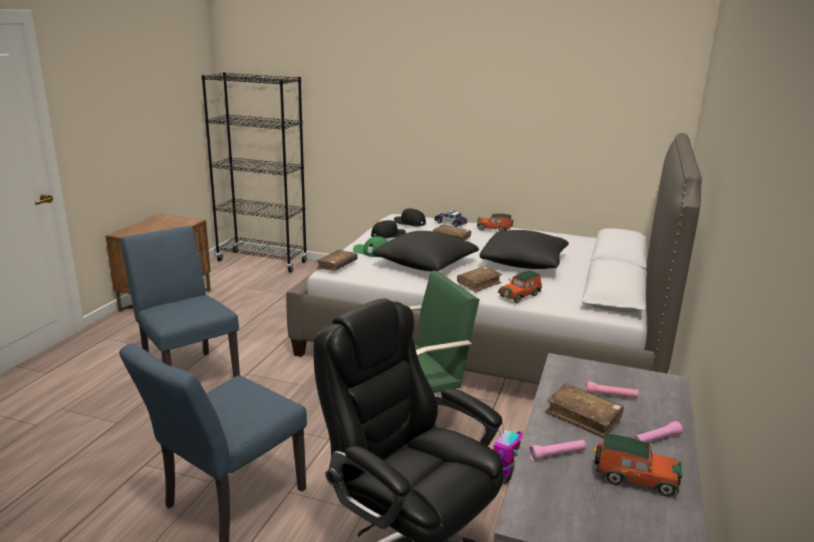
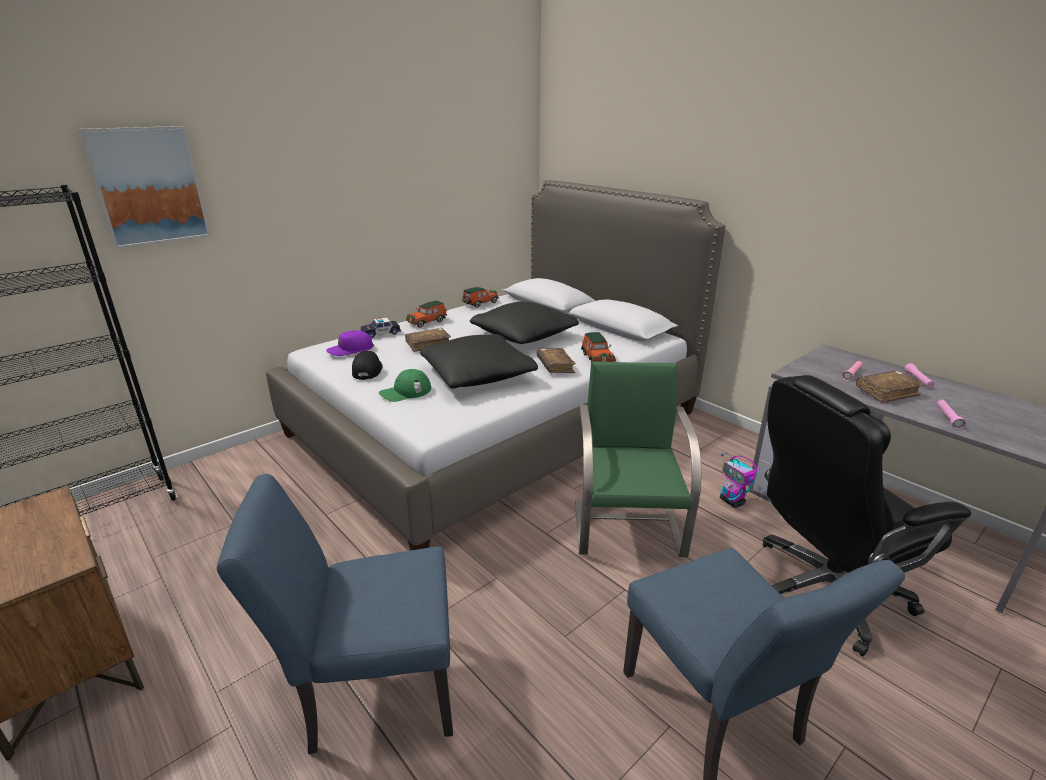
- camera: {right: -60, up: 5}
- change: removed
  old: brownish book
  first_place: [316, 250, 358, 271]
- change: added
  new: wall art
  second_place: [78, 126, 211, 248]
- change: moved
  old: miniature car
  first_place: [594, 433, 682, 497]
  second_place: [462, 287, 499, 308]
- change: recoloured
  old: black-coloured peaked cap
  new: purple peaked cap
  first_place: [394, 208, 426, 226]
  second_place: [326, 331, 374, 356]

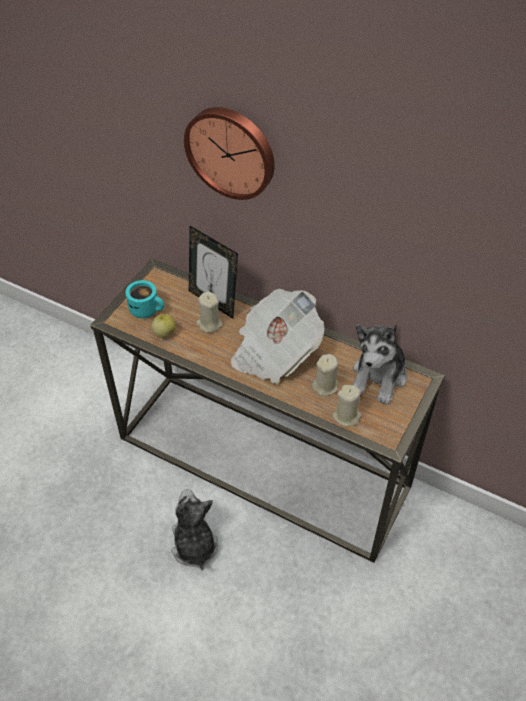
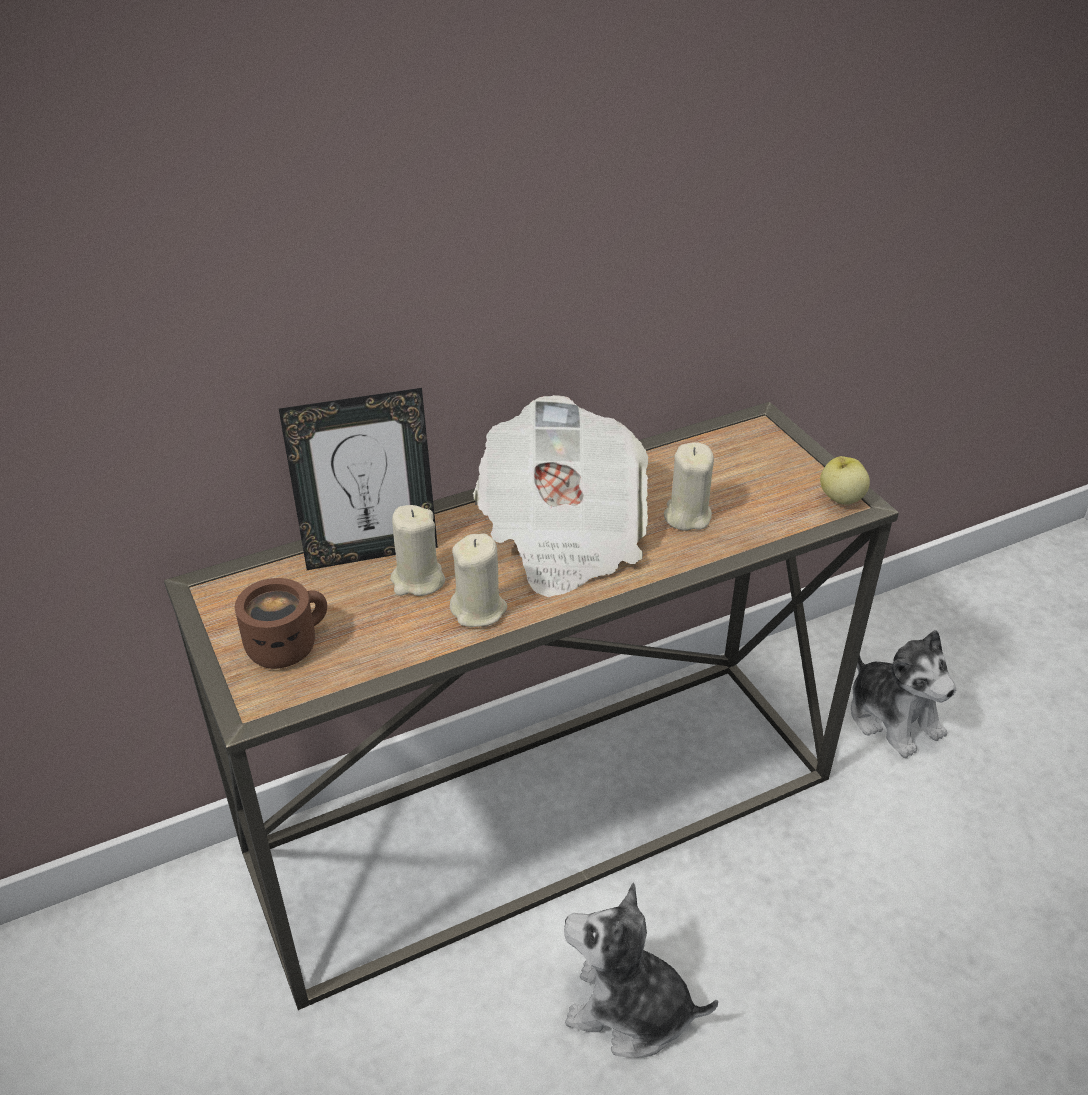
- camera: {right: -55, up: -10}
- change: removed
  old: wall clock
  first_place: [184, 107, 275, 200]
- change: moved
  old: apple
  first_place: [151, 314, 176, 338]
  second_place: [820, 456, 870, 505]
- change: moved
  old: beige wax candle
  first_place: [333, 385, 362, 426]
  second_place: [450, 533, 507, 627]
- change: moved
  old: cuddly toy
  first_place: [353, 323, 407, 405]
  second_place: [851, 630, 956, 758]
- change: recoloured
  old: blue-green mug
  new: brownish mug
  first_place: [126, 280, 164, 318]
  second_place: [235, 578, 327, 669]

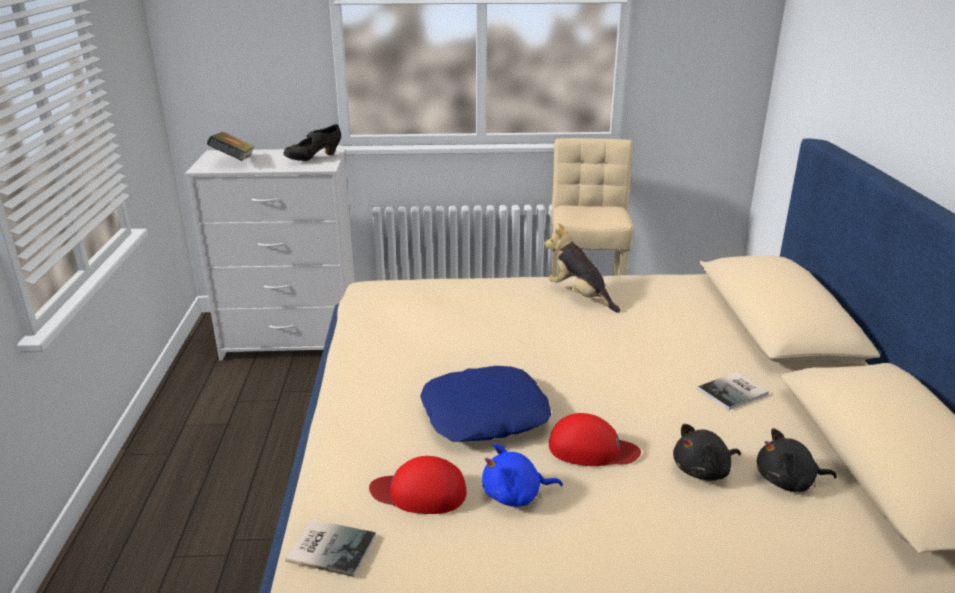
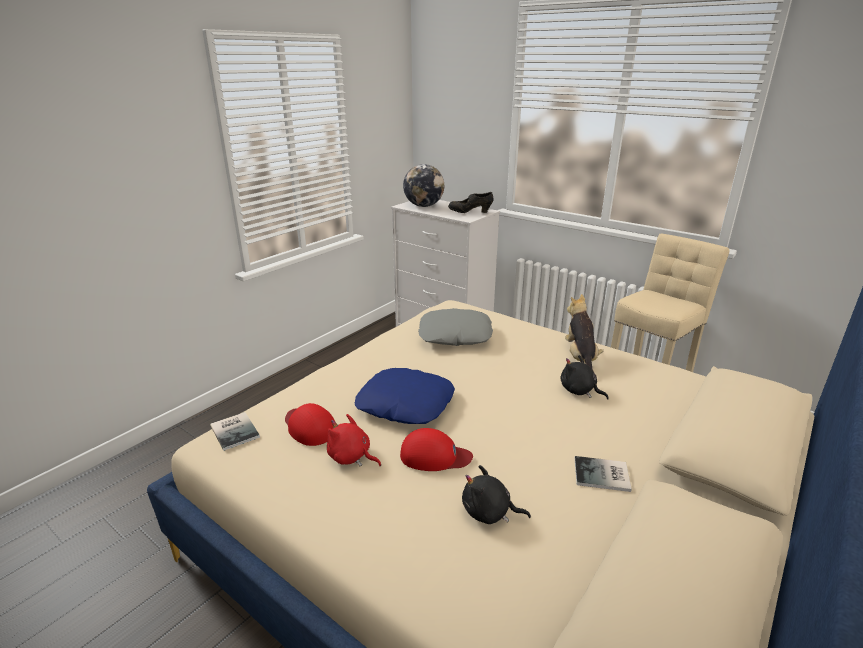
- camera: {right: 40, up: 0}
- change: added
  new: greyish cushion
  second_place: [418, 308, 493, 346]
- change: moved
  old: black-coloured cuddly toy
  first_place: [757, 428, 837, 492]
  second_place: [561, 355, 609, 399]
- change: replaced
  old: book
  new: desk globe
  first_place: [207, 132, 255, 161]
  second_place: [403, 164, 444, 207]
- change: recoloured
  old: bluish cuddly toy
  new: reddish cuddly toy
  first_place: [482, 443, 563, 507]
  second_place: [327, 414, 381, 467]
- change: turned
  old: reddish peaked cap
  first_place: [549, 413, 641, 466]
  second_place: [400, 428, 473, 471]
  degrees: -45

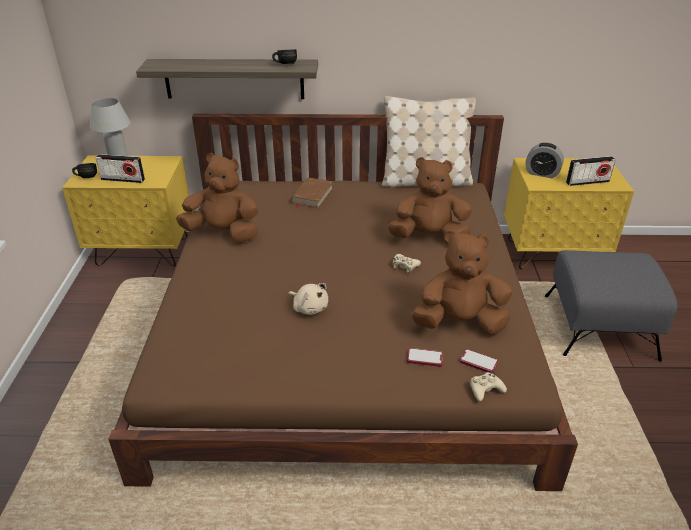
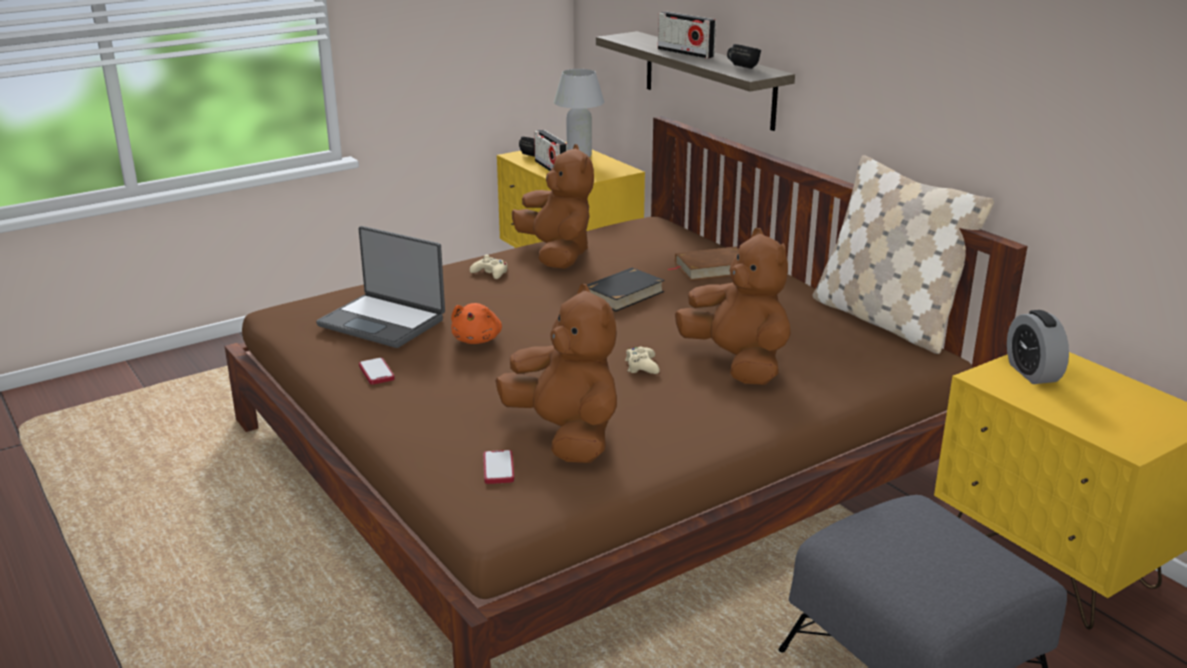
- camera: {right: 55, up: -10}
- change: added
  new: portable computer
  second_place: [316, 226, 445, 348]
- change: added
  new: black-coloured book
  second_place: [587, 268, 665, 312]
- change: moved
  old: telephone
  first_place: [407, 348, 443, 367]
  second_place: [359, 358, 395, 385]
- change: moved
  old: beige joypad
  first_place: [470, 372, 507, 401]
  second_place: [470, 255, 507, 279]
- change: moved
  old: radio
  first_place: [566, 156, 616, 186]
  second_place: [658, 11, 716, 59]
- change: recoloured
  old: beige cuddly toy
  new: orangey cuddly toy
  first_place: [288, 283, 328, 315]
  second_place: [451, 303, 502, 344]

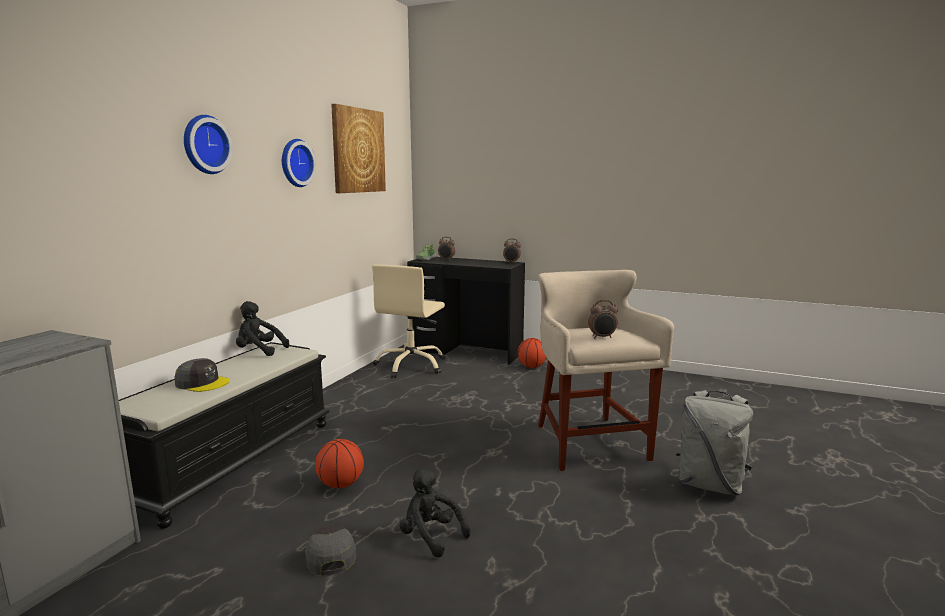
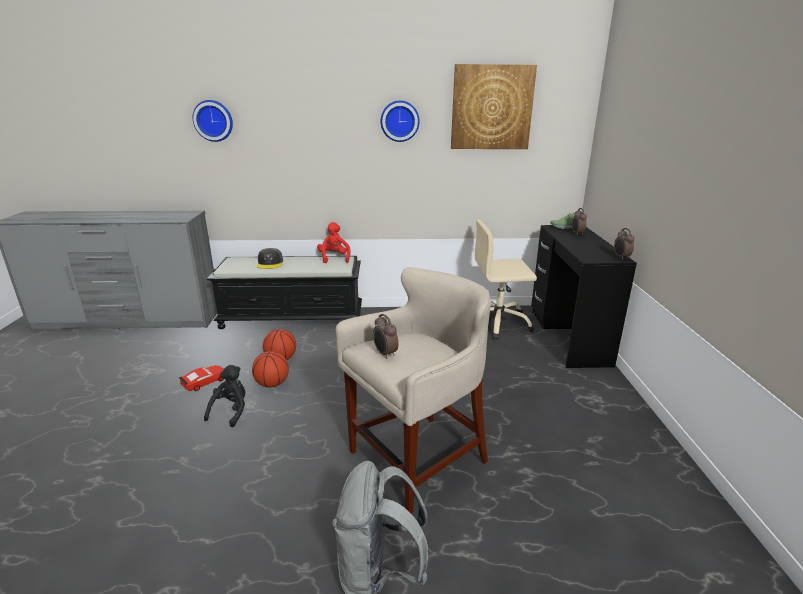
- camera: {right: 65, up: 10}
- change: moved
  old: wall clock
  first_place: [184, 115, 233, 174]
  second_place: [193, 100, 233, 142]
- change: moved
  old: basketball
  first_place: [518, 338, 547, 368]
  second_place: [252, 351, 289, 388]
- change: replaced
  old: greyish peaked cap
  new: reddish miniature car
  first_place: [306, 525, 356, 576]
  second_place: [179, 365, 224, 391]
- change: recoloured
  old: black-coloured cuddly toy
  new: reddish cuddly toy
  first_place: [236, 301, 289, 356]
  second_place: [317, 222, 351, 263]

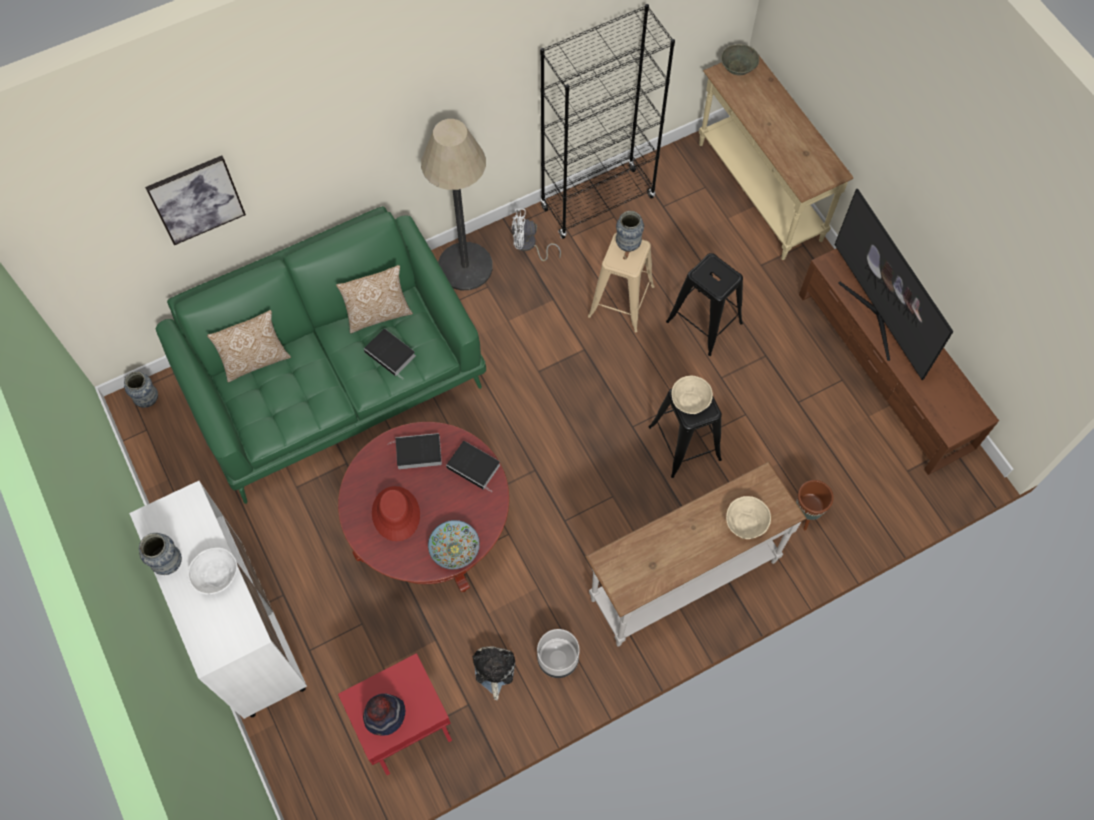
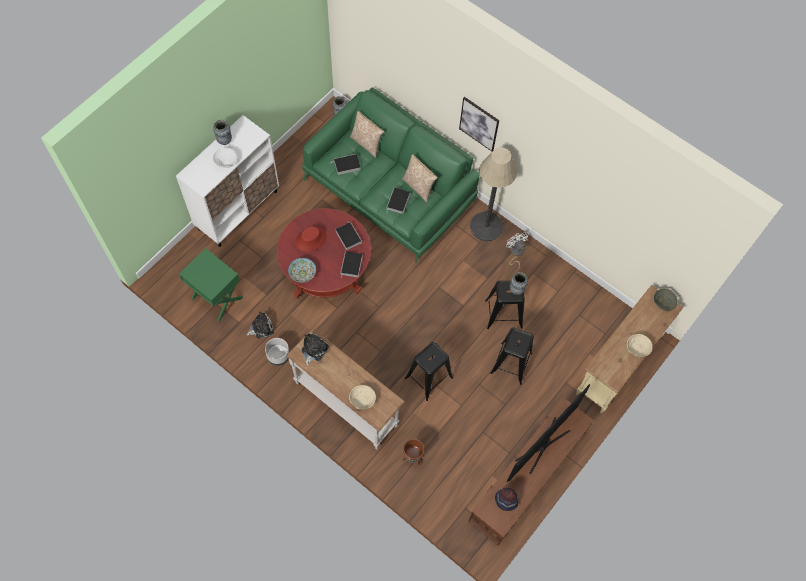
- camera: {right: 65, up: 0}
- change: removed
  old: black-coloured bookshelf
  first_place: [540, 4, 675, 239]
- change: added
  new: cuddly toy
  second_place: [302, 333, 329, 366]
- change: added
  new: book
  second_place: [330, 154, 361, 175]
- change: moved
  old: wall art
  first_place: [145, 156, 246, 245]
  second_place: [459, 97, 499, 151]
- change: moved
  old: clothing hat
  first_place: [363, 694, 405, 736]
  second_place: [495, 488, 518, 511]
- change: moved
  old: beige deep dish
  first_place: [672, 376, 713, 414]
  second_place: [627, 334, 652, 357]
- change: recoloured
  old: reddish bedside table
  new: green bedside table
  first_place: [338, 653, 452, 775]
  second_place: [179, 248, 243, 322]
- change: recoloured
  old: beige sitting stool
  new: black-coloured sitting stool
  first_place: [588, 233, 655, 332]
  second_place: [485, 281, 525, 329]

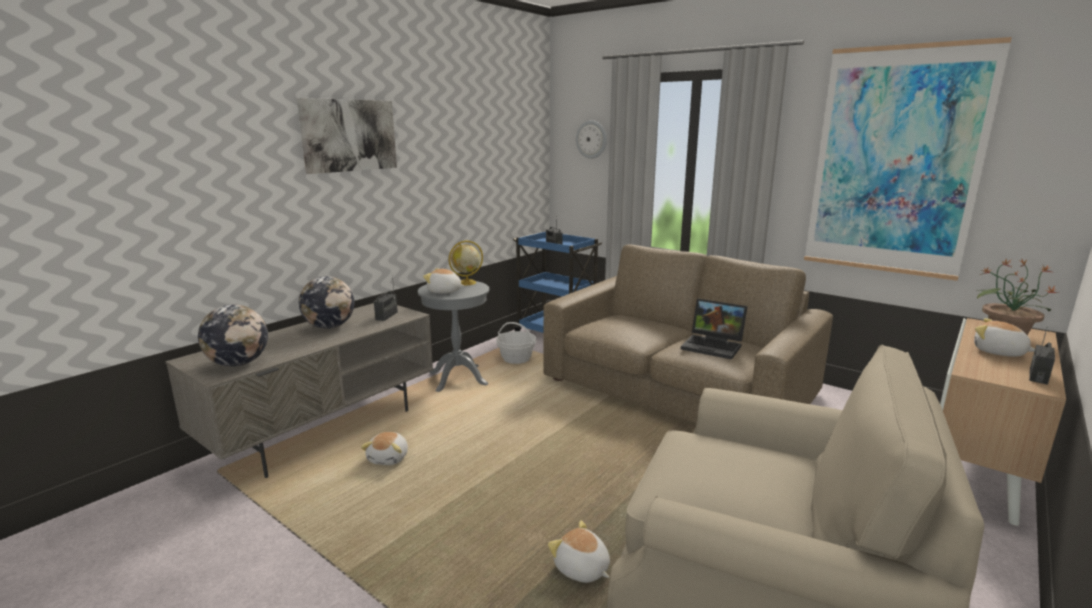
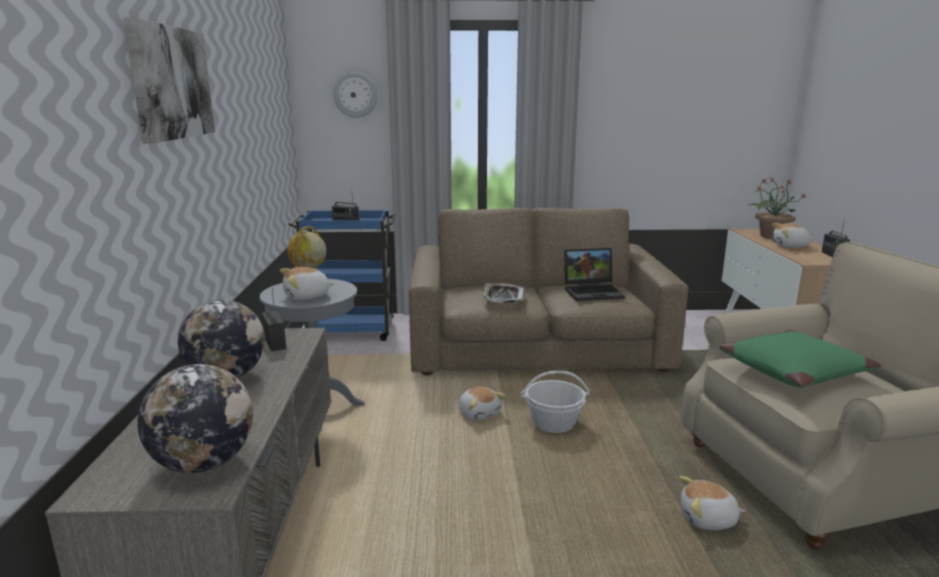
- camera: {right: -40, up: 0}
- change: removed
  old: wall art
  first_place: [804, 37, 1012, 281]
- change: added
  new: serving tray
  second_place: [482, 283, 524, 303]
- change: added
  new: green cushion
  second_place: [719, 330, 881, 388]
- change: moved
  old: cuddly toy
  first_place: [361, 432, 408, 465]
  second_place: [458, 387, 506, 420]
- change: moved
  old: household basket
  first_place: [496, 322, 536, 364]
  second_place: [521, 371, 590, 433]

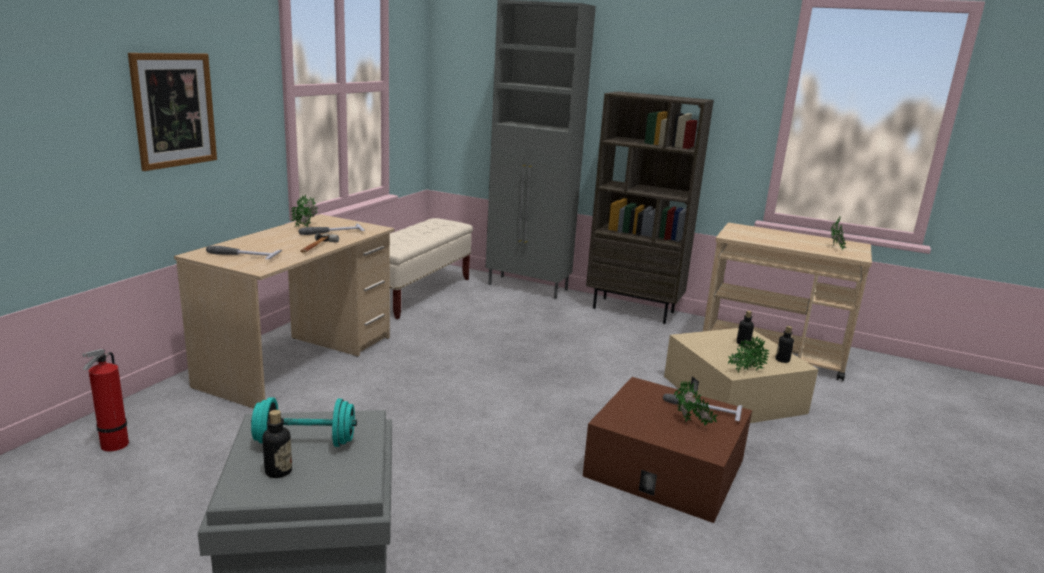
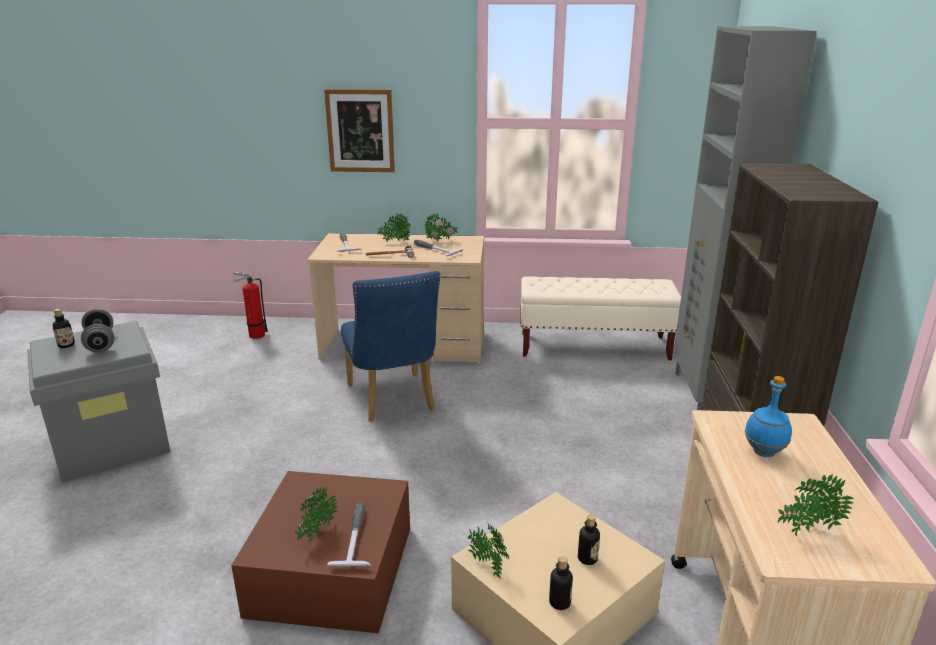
- camera: {right: 70, up: 5}
- change: added
  new: bluish upright chair
  second_place: [341, 271, 440, 422]
- change: added
  new: plant in a pot
  second_place: [377, 213, 411, 242]
- change: added
  new: bluish beverage bottle
  second_place: [745, 376, 792, 457]
- change: recoloured
  old: blue-green dumbbell
  new: greyish dumbbell
  first_place: [251, 398, 357, 447]
  second_place: [81, 309, 114, 352]

